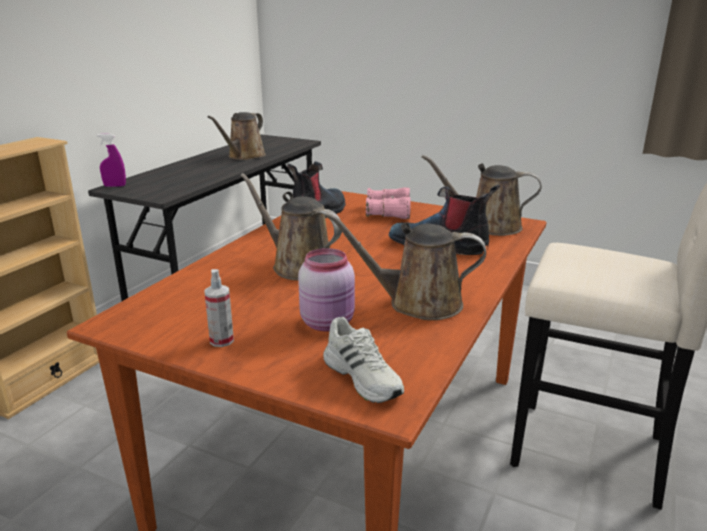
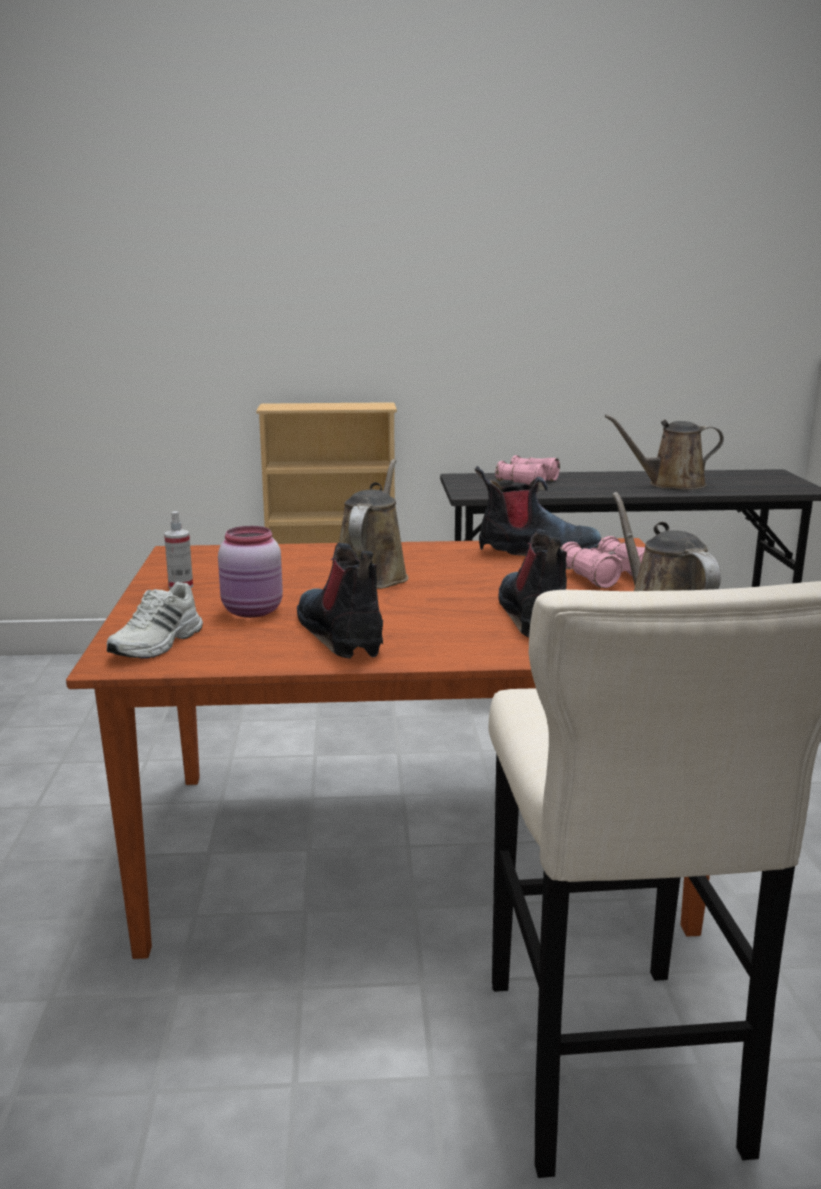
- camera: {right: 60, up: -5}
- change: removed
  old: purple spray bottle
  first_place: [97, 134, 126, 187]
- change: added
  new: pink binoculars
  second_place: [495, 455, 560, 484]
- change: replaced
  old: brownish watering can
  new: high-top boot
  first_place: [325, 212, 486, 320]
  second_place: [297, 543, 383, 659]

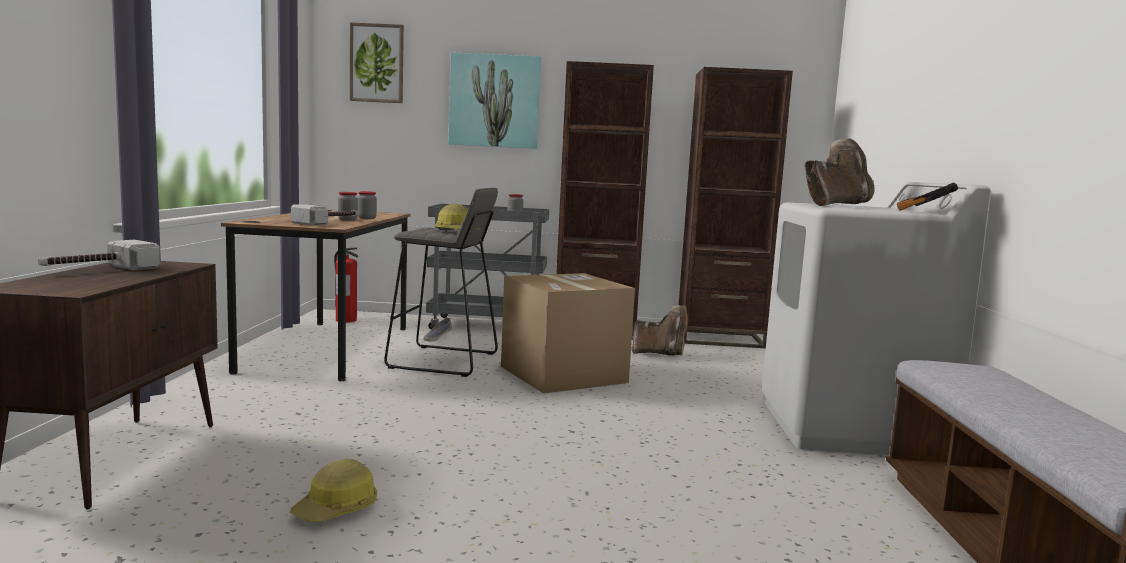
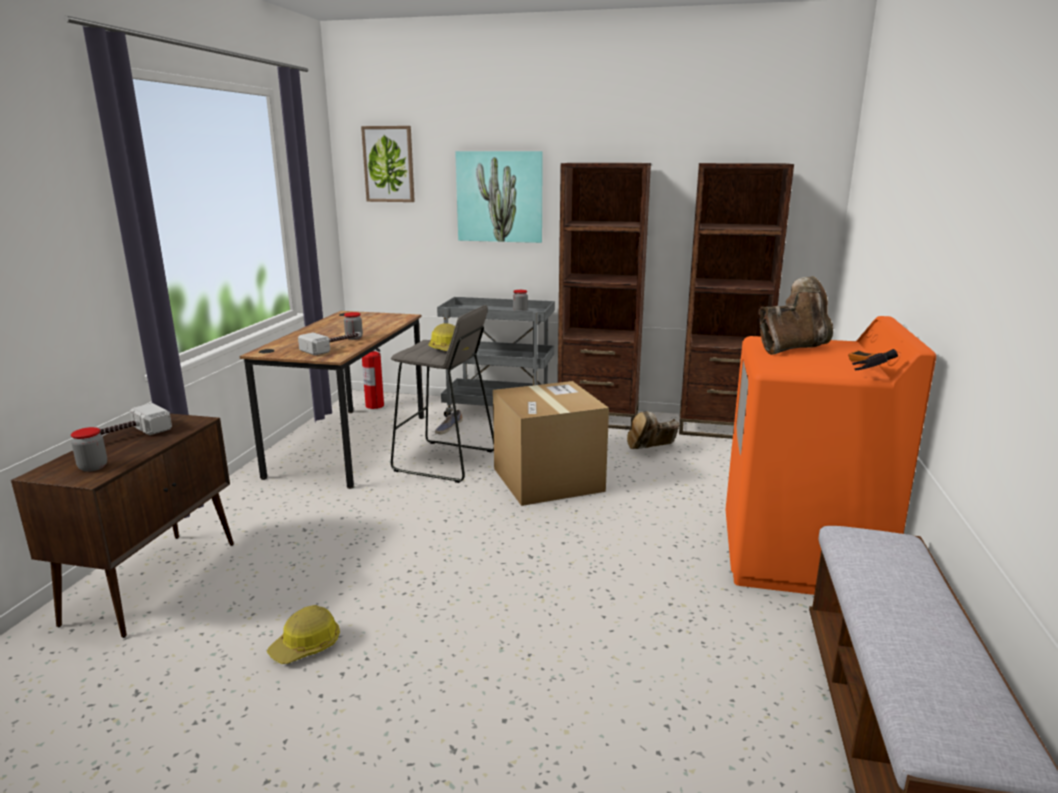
- camera: {right: 10, up: 10}
- change: moved
  old: storage jar
  first_place: [358, 191, 377, 219]
  second_place: [71, 427, 107, 472]
- change: recoloured
  old: whitish laundry appliance
  new: orangey laundry appliance
  first_place: [762, 182, 991, 455]
  second_place: [725, 316, 936, 595]
- change: turned
  old: brownish high-top boot
  first_place: [631, 305, 688, 356]
  second_place: [627, 411, 679, 449]
  degrees: 135

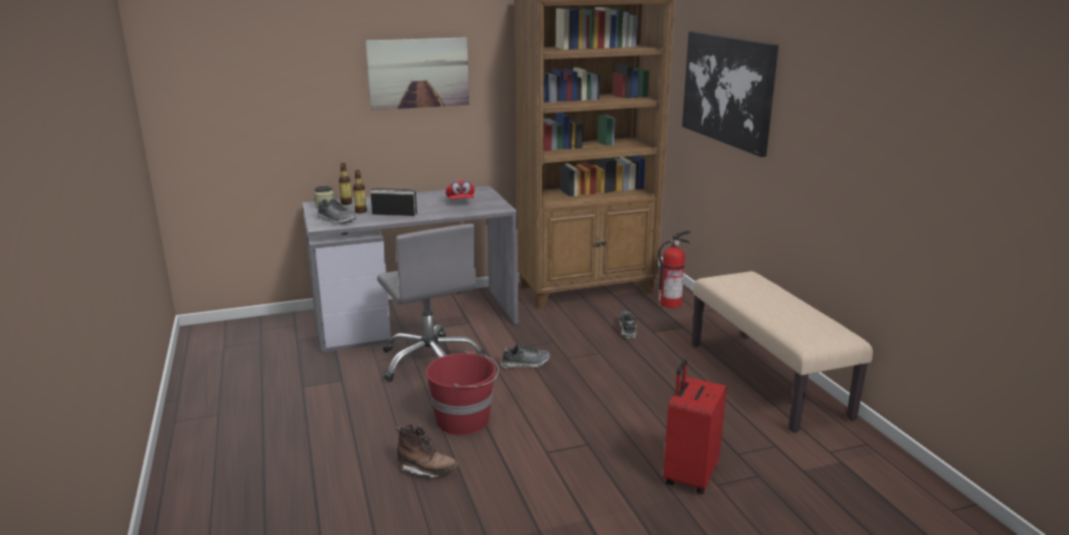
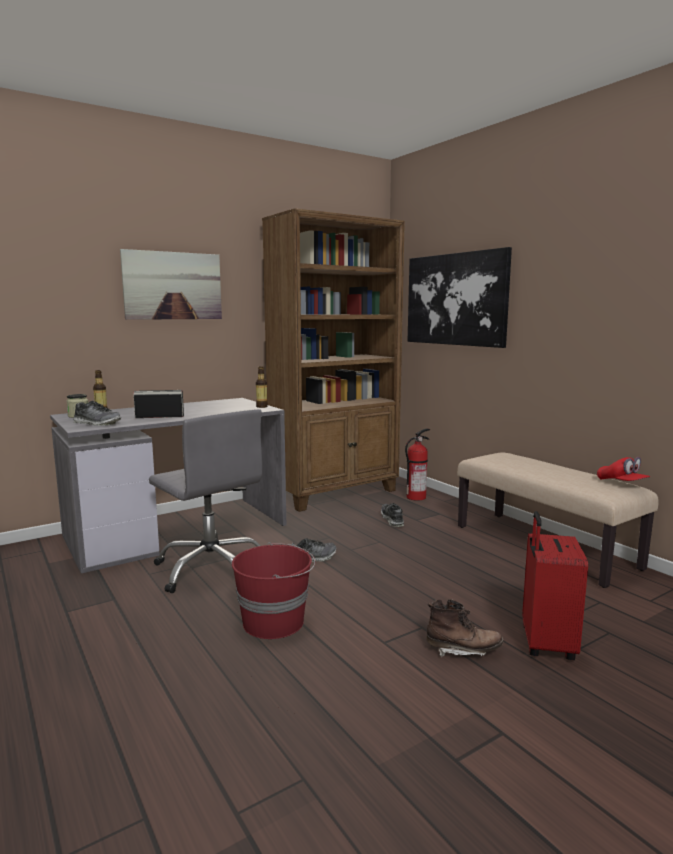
- camera: {right: -15, up: -10}
- change: moved
  old: beverage bottle
  first_place: [353, 170, 367, 213]
  second_place: [256, 366, 268, 408]
- change: moved
  old: brownish high-top boot
  first_place: [396, 424, 458, 478]
  second_place: [427, 599, 503, 657]
- change: moved
  old: reddish peaked cap
  first_place: [446, 180, 475, 200]
  second_place: [597, 457, 651, 481]

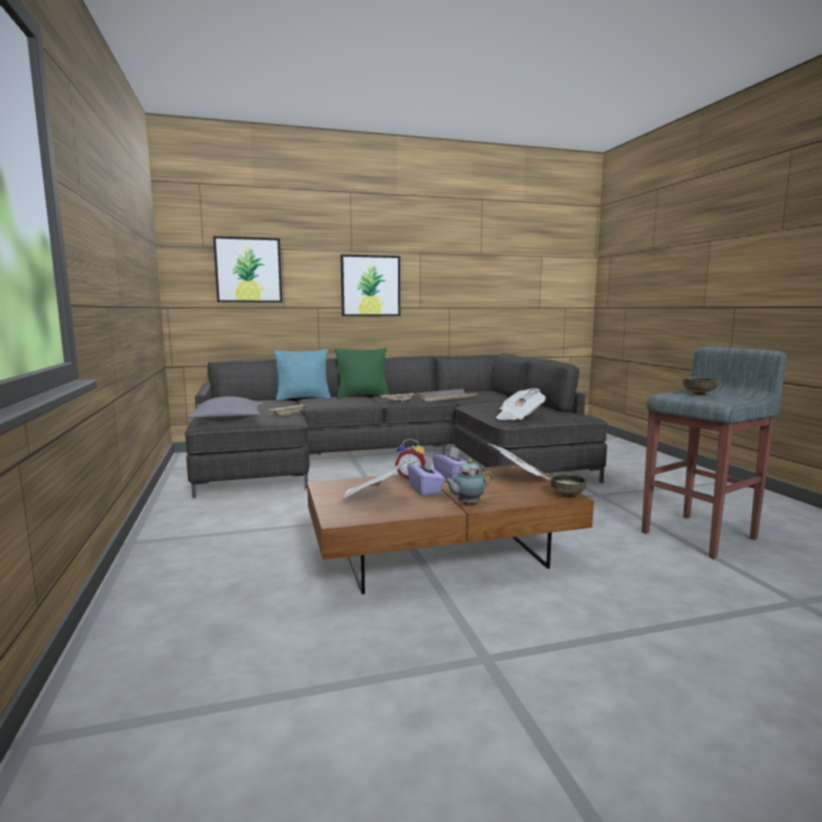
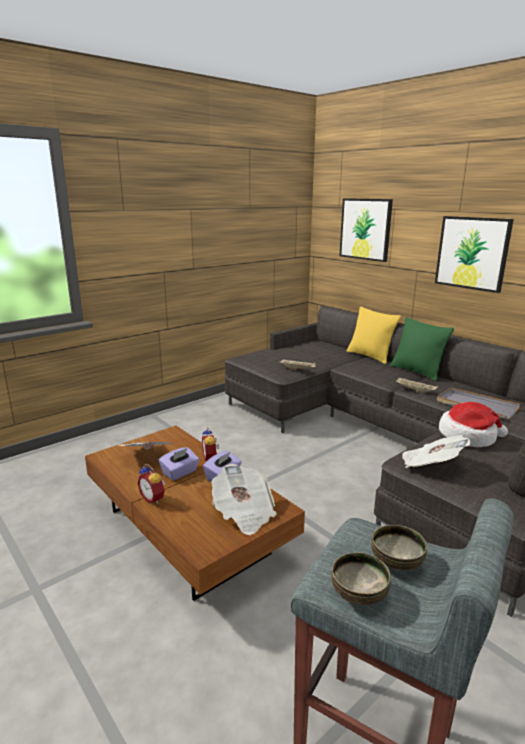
- camera: {right: 65, up: 10}
- change: removed
  old: greyish cushion
  first_place: [187, 396, 263, 421]
- change: added
  new: clothing hat
  second_place: [439, 402, 508, 447]
- change: moved
  old: deep dish
  first_place: [550, 474, 587, 497]
  second_place: [331, 552, 391, 605]
- change: replaced
  old: teapot
  new: bedside clock
  first_place: [443, 459, 493, 505]
  second_place: [137, 464, 165, 504]
- change: recoloured
  old: blue-green cushion
  new: yellow-coloured cushion
  first_place: [274, 349, 331, 401]
  second_place: [347, 306, 401, 364]

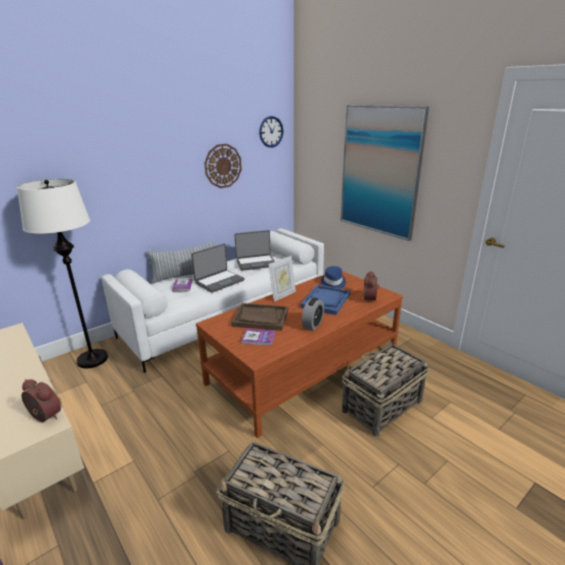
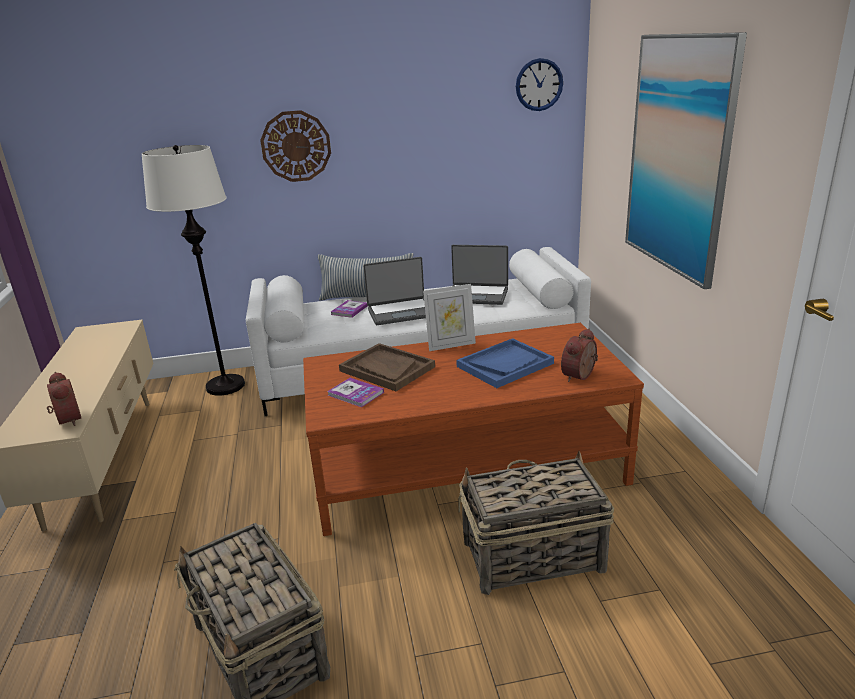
- camera: {right: 30, up: 0}
- change: removed
  old: bedside clock
  first_place: [302, 298, 324, 331]
- change: removed
  old: bluish clothing hat
  first_place: [321, 266, 346, 289]
- change: moved
  old: wall clock
  first_place: [204, 144, 242, 188]
  second_place: [260, 110, 331, 182]

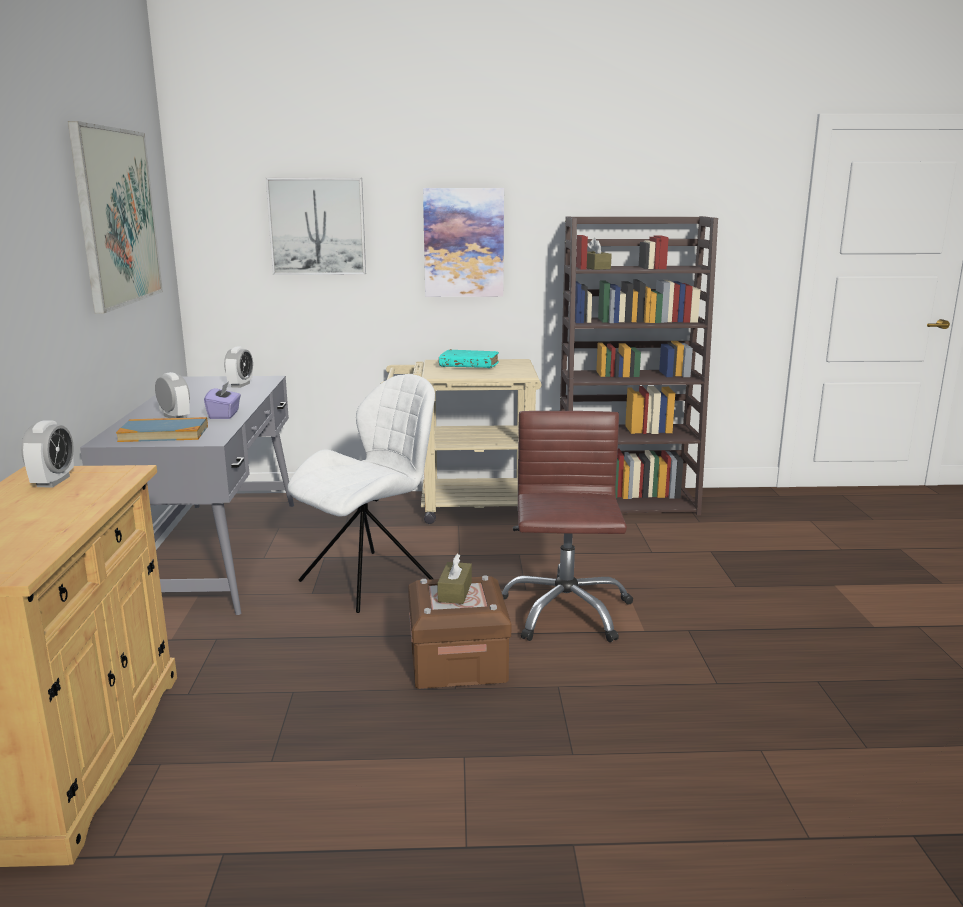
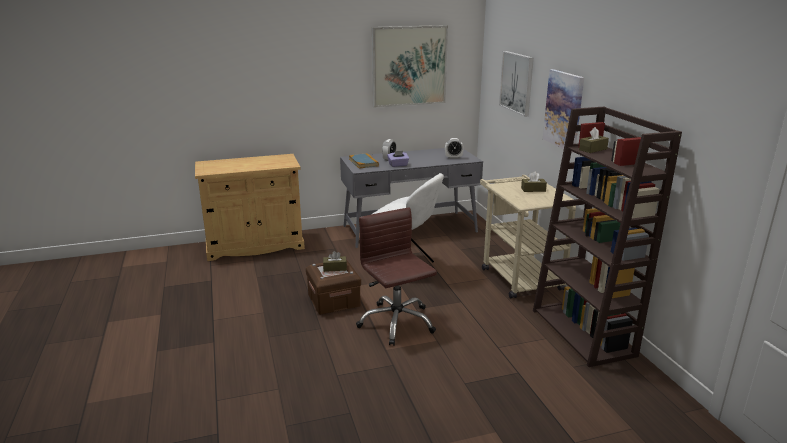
- camera: {right: 75, up: 5}
- change: removed
  old: bedside clock
  first_place: [21, 420, 74, 488]
- change: replaced
  old: blue-green book
  new: brownish tissue box
  first_place: [439, 349, 499, 368]
  second_place: [521, 171, 547, 192]
- change: turned
  old: brownish computer chair
  first_place: [501, 411, 633, 642]
  second_place: [356, 208, 437, 346]
  degrees: -105

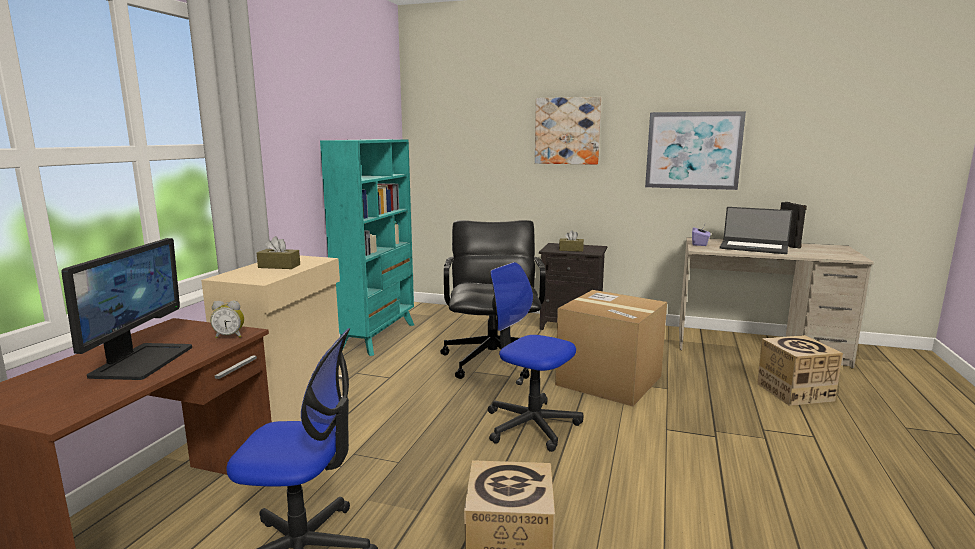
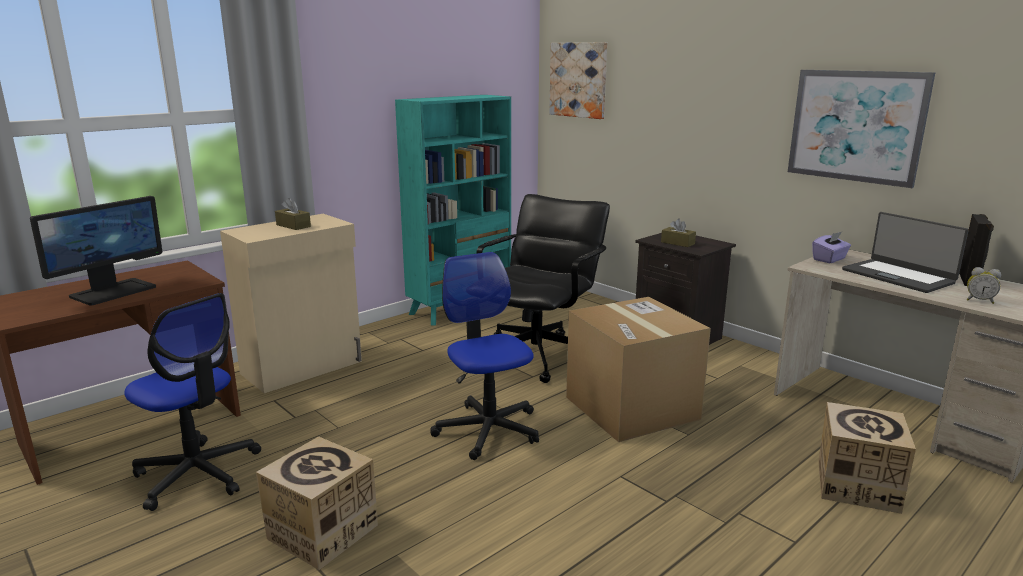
- camera: {right: 30, up: 5}
- change: moved
  old: bedside clock
  first_place: [210, 301, 244, 338]
  second_place: [967, 267, 1001, 304]
- change: moved
  old: wall art
  first_place: [535, 97, 601, 165]
  second_place: [549, 42, 607, 119]

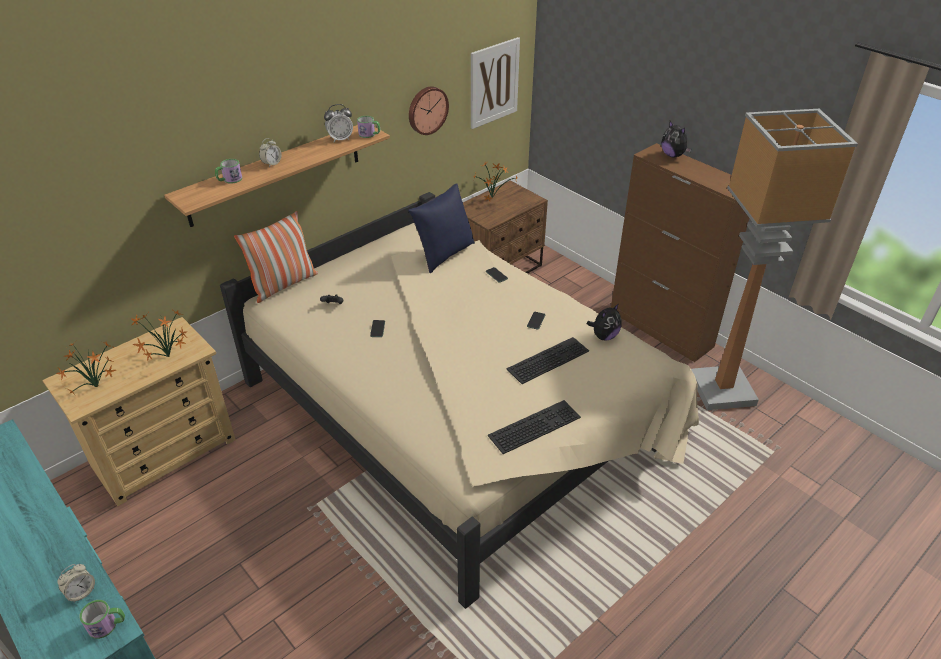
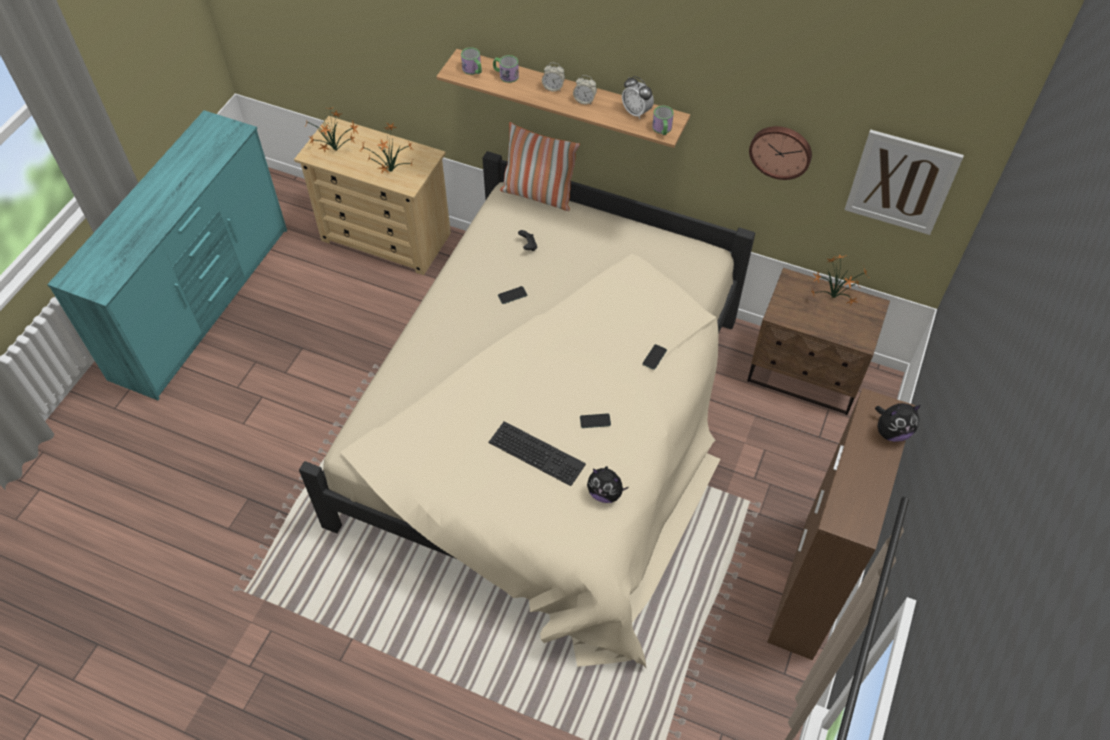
- camera: {right: 65, up: 15}
- change: removed
  old: bluish cushion
  first_place: [408, 183, 475, 273]
- change: removed
  old: computer keyboard
  first_place: [488, 400, 581, 454]
- change: removed
  old: standing lamp
  first_place: [691, 109, 858, 410]
- change: moved
  old: bedside clock
  first_place: [57, 564, 95, 603]
  second_place: [573, 75, 597, 104]
- change: moved
  old: mug
  first_place: [79, 600, 125, 639]
  second_place: [461, 47, 482, 75]
- change: turned
  old: cuddly toy
  first_place: [661, 121, 692, 158]
  second_place: [875, 403, 921, 442]
  degrees: -135

